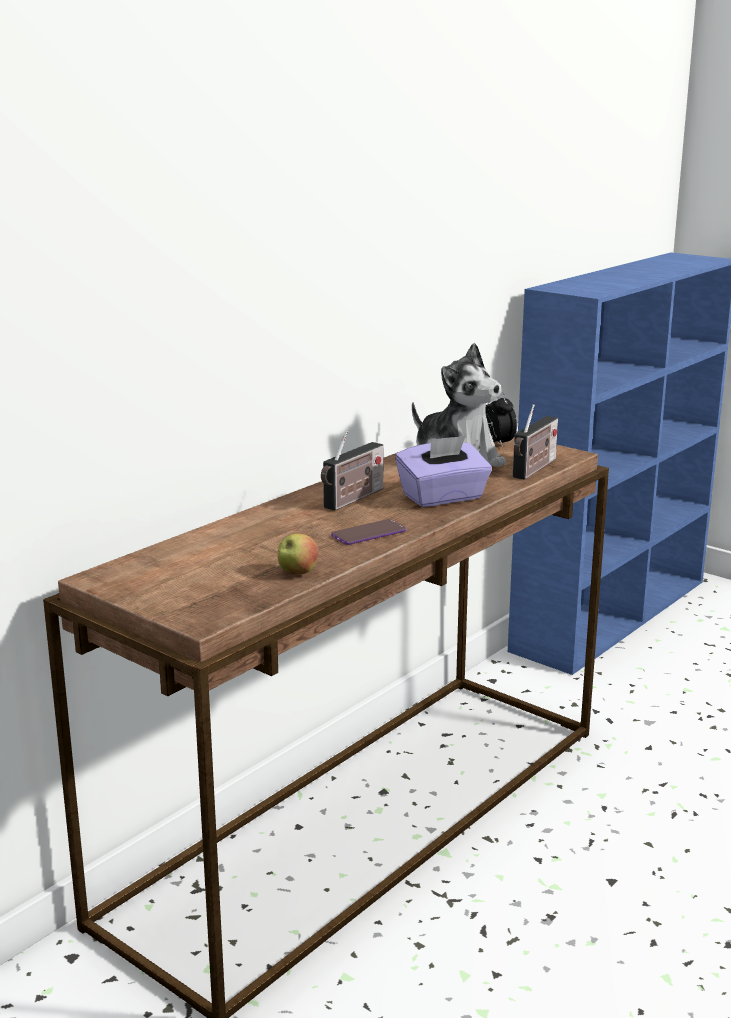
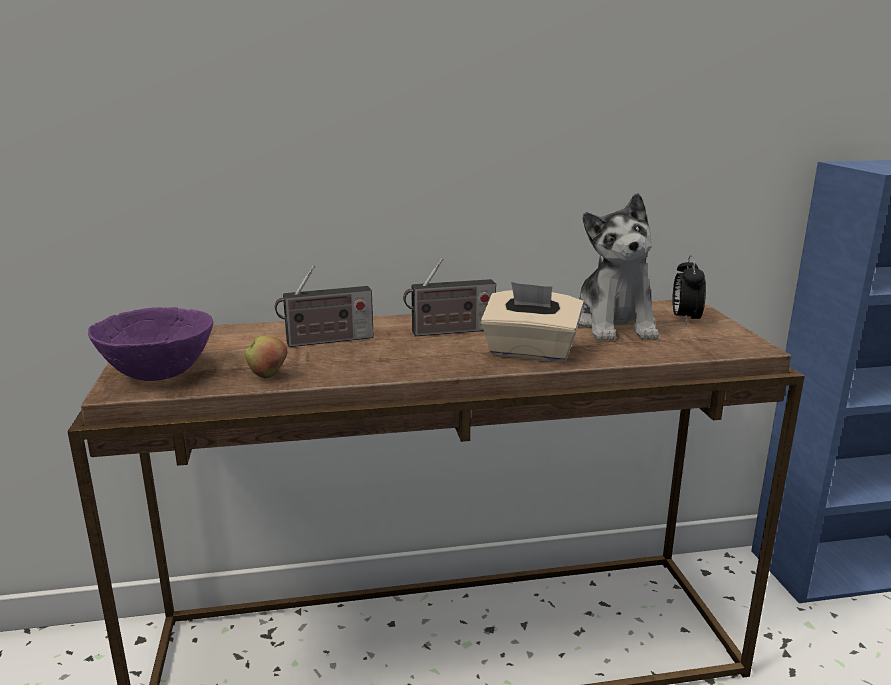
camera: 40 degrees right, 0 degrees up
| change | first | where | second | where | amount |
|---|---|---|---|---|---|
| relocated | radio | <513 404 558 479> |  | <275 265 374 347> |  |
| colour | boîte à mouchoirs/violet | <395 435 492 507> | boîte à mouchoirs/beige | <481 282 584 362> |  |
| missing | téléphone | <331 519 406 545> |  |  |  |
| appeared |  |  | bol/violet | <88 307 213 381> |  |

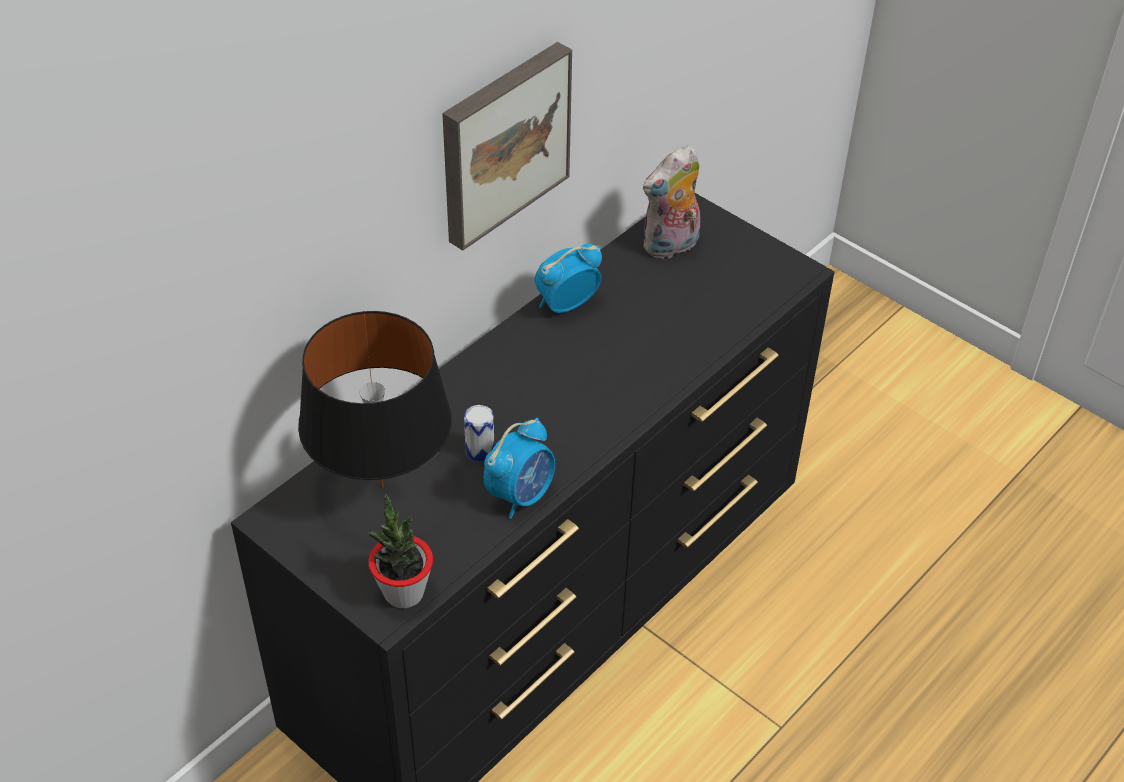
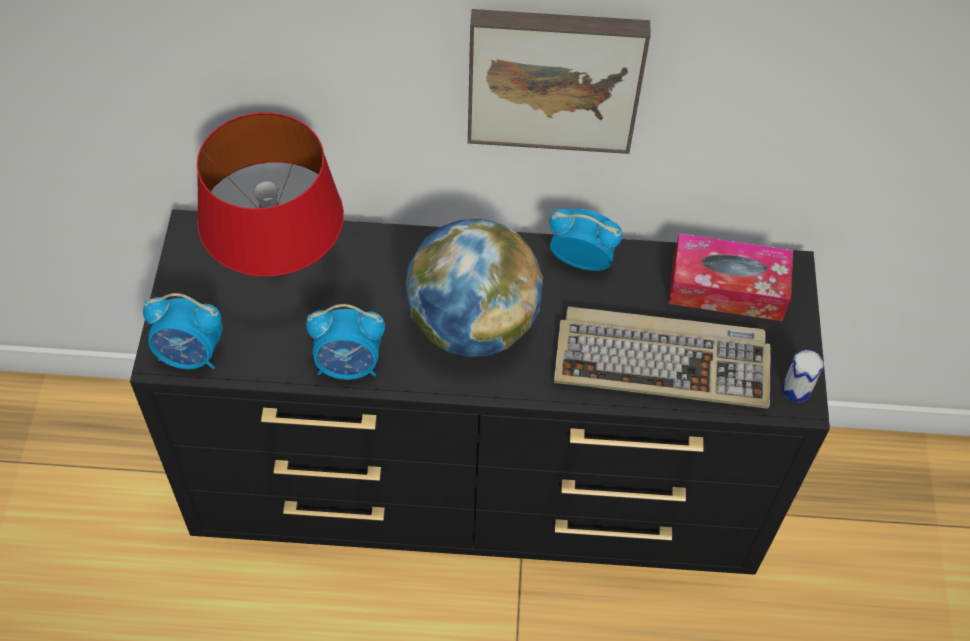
camera: 50 degrees right, 10 degrees up
| change | first | where | second | where | amount |
|---|---|---|---|---|---|
| exchanged | peluche | <643 145 700 258> | boîte à mouchoirs | <668 233 793 321> |  |
| colour | lampe de table/noir | <298 311 452 487> | lampe de table/rouge | <197 112 344 277> |  |
| relocated | boîte métallique | <464 405 494 462> |  | <782 350 824 402> |  |
| exchanged | plante en pot | <368 494 433 608> | réveil | <143 293 223 369> |  |
| appeared |  |  | globe | <405 219 543 357> |  |
| appeared |  |  | clavier | <554 307 771 409> |  |

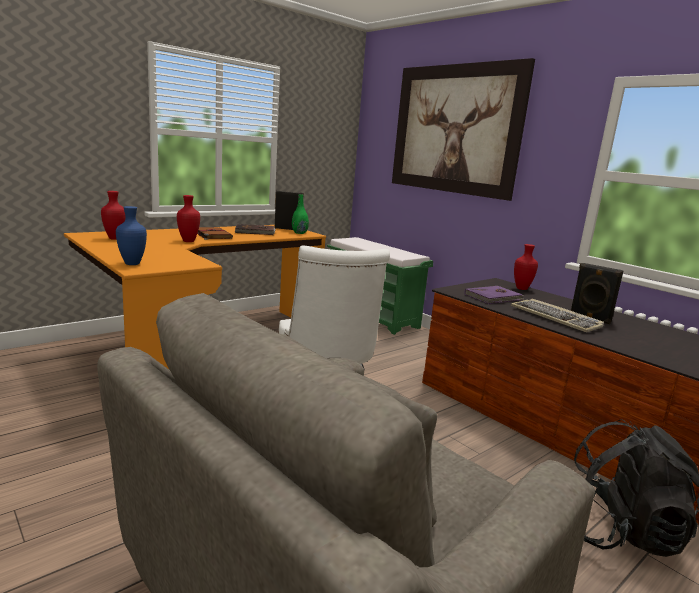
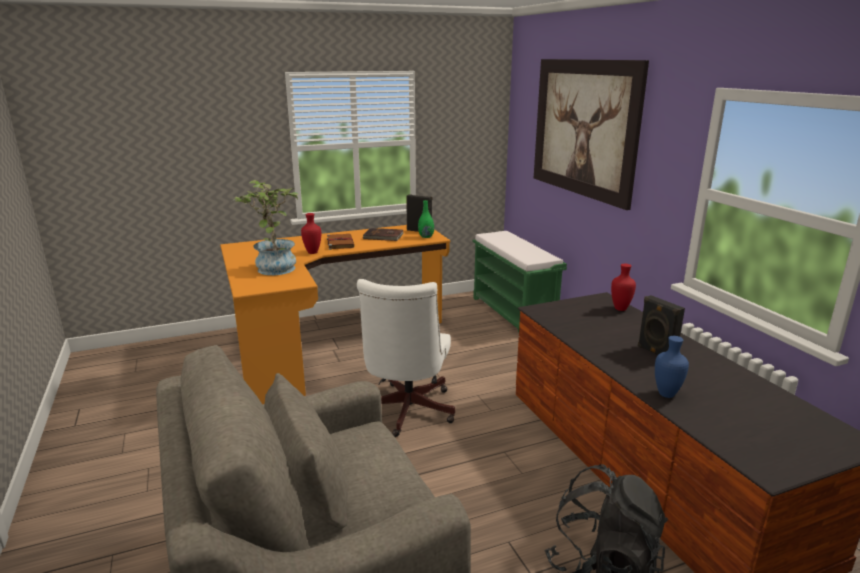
camera: 20 degrees right, 5 degrees up
| change | first | where | second | where | amount |
|---|---|---|---|---|---|
| missing | vase/rouge | <101 191 126 240> |  |  |  |
| relocated | vase/bleu | <116 206 147 265> |  | <655 336 689 398> |  |
| missing | livre/violet | <464 286 524 304> |  |  |  |
| missing | clavier | <511 299 604 332> |  |  |  |
| appeared |  |  | plante en pot | <234 180 298 275> |  |

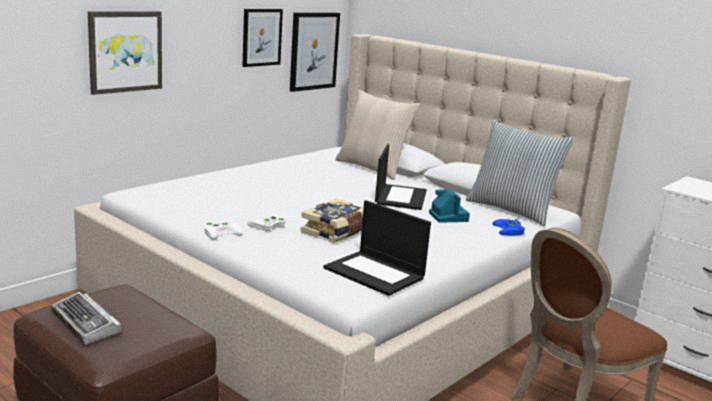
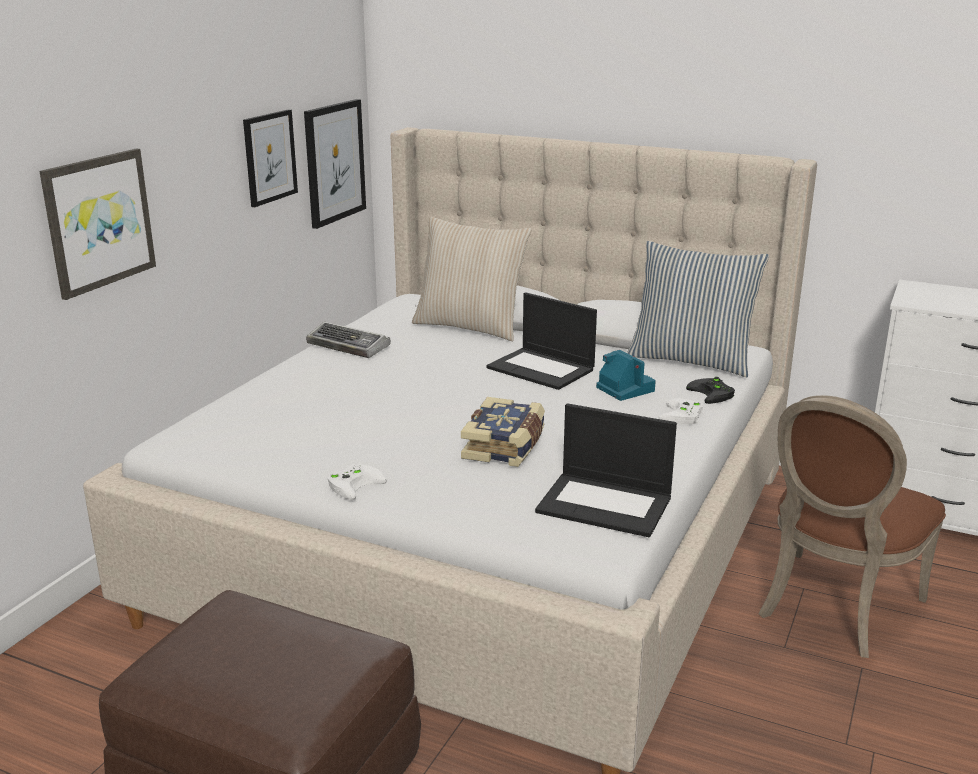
camera: 15 degrees left, 5 degrees up
| change | first | where | second | where | amount |
|---|---|---|---|---|---|
| spun | ordinateur portable | <375 144 427 210> |  | <486 292 597 390> | 135 degrees clockwise |
| relocated | manette/blanc | <247 214 286 232> |  | <658 398 703 424> |  |
| colour | manette/bleu | <492 219 525 236> | manette/noir | <686 377 735 404> |  |
| relocated | clavier | <51 292 123 345> |  | <306 321 391 358> |  |

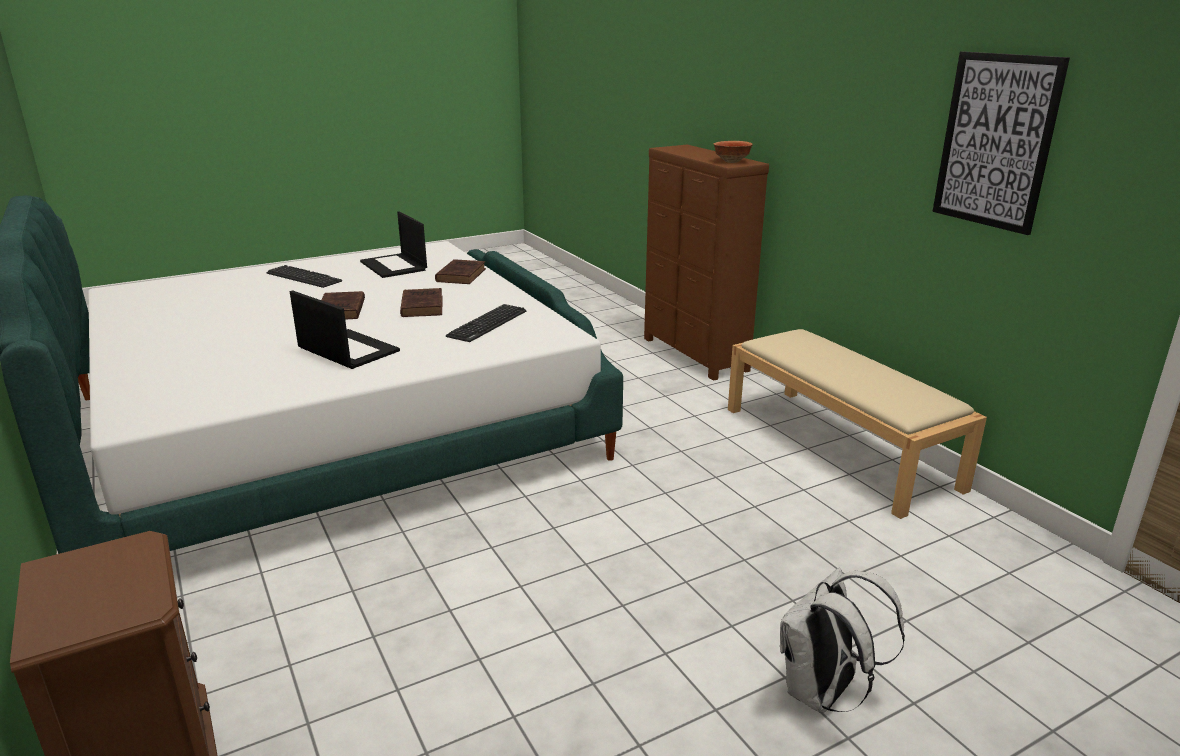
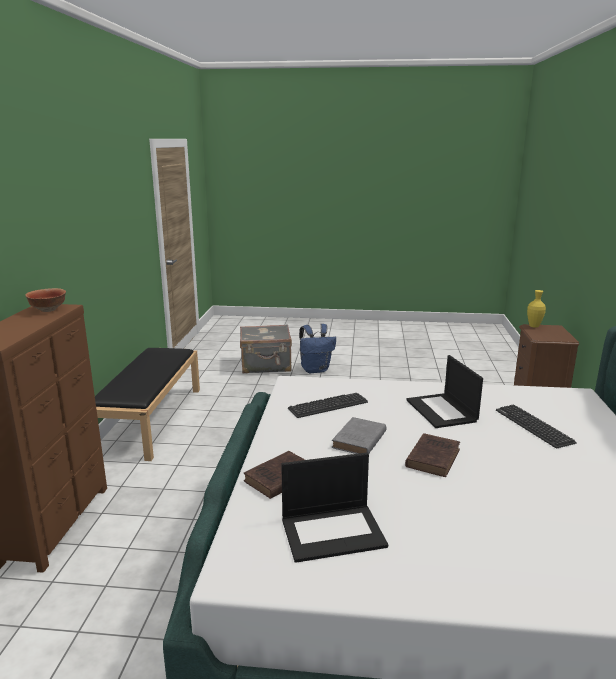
camera: 145 degrees left, 5 degrees down
| change | first | where | second | where | amount |
|---|---|---|---|---|---|
| missing | tableau | <932 51 1070 235> |  |  |  |
| spun | ordinateur portable | <360 211 427 278> |  | <281 453 388 563> | 75 degrees clockwise |
| relocated | clavier | <267 265 342 288> |  | <496 404 576 448> |  |
| colour | livre/marron | <400 288 442 317> | livre/gris | <332 417 386 454> |  |
| colour | banc/beige | <728 329 987 519> | banc/noir | <95 348 200 461> |  |
| colour | sac à dos/blanc | <780 568 905 713> | sac à dos/bleu | <299 324 336 373> |  |
| appeared |  |  | vase/jaune | <527 290 546 328> |  |
| appeared |  |  | valise/gris | <240 324 292 374> |  |

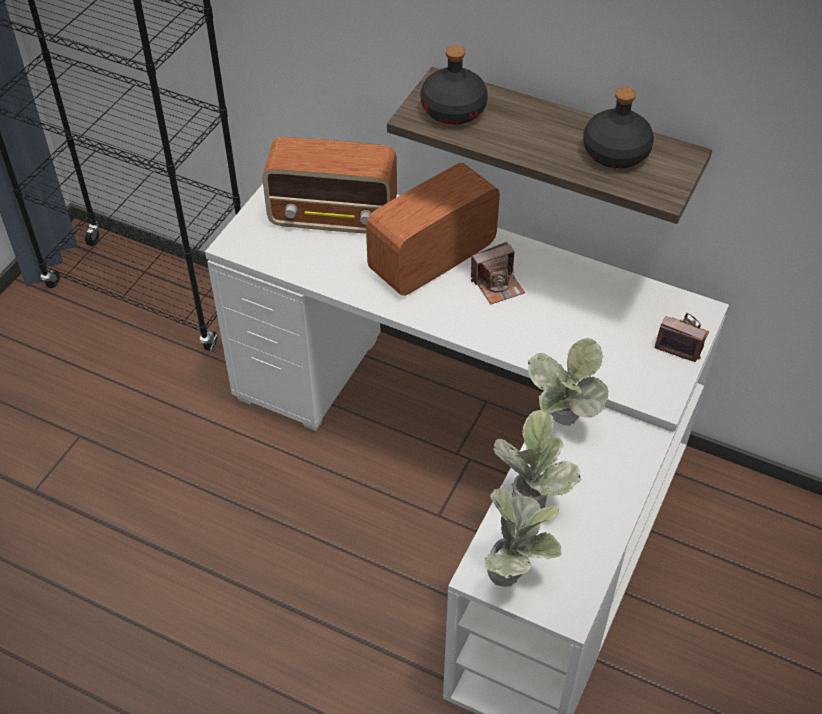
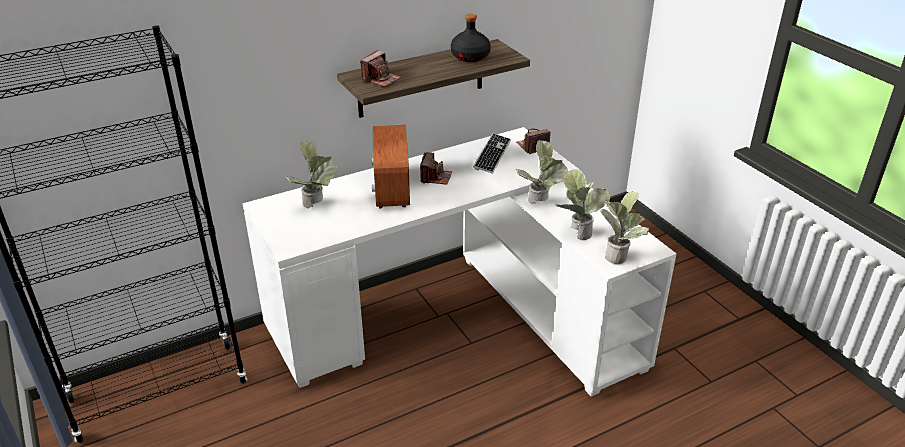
camera: 55 degrees left, 15 degrees down
| change | first | where | second | where | amount |
|---|---|---|---|---|---|
| exchanged | bouteille/noir | <421 45 488 124> | appareil photo | <360 50 401 87> |  |
| exchanged | radio | <262 137 397 234> | plante en pot | <285 141 337 209> |  |
| appeared |  |  | clavier | <473 133 511 174> |  |

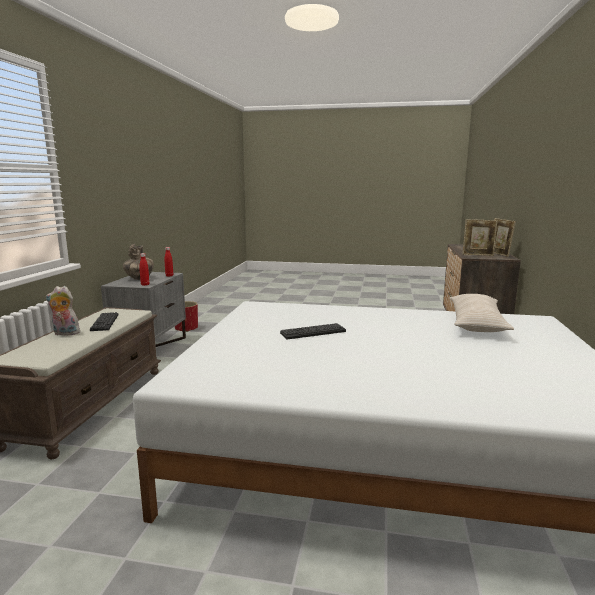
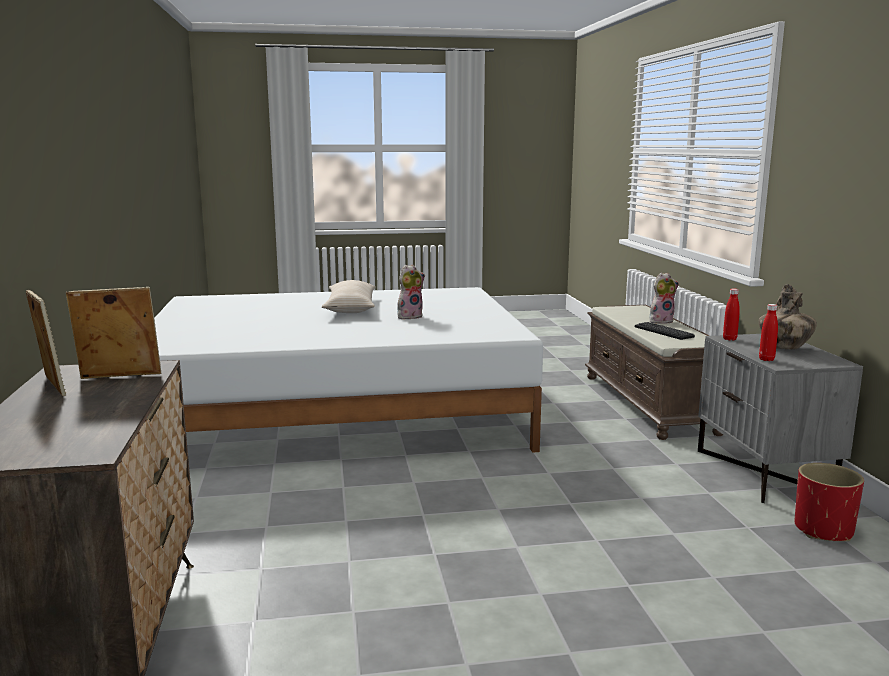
camera: 160 degrees right, 0 degrees up
| change | first | where | second | where | amount |
|---|---|---|---|---|---|
| relocated | coussin/beige | <450 294 514 332> |  | <322 280 376 313> |  |
| exchanged | clavier | <280 323 346 339> | peluche | <397 264 425 319> |  |

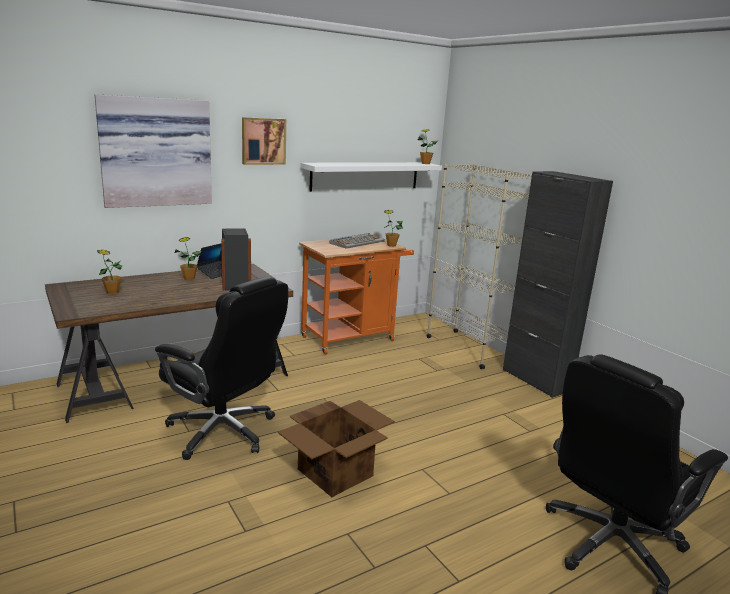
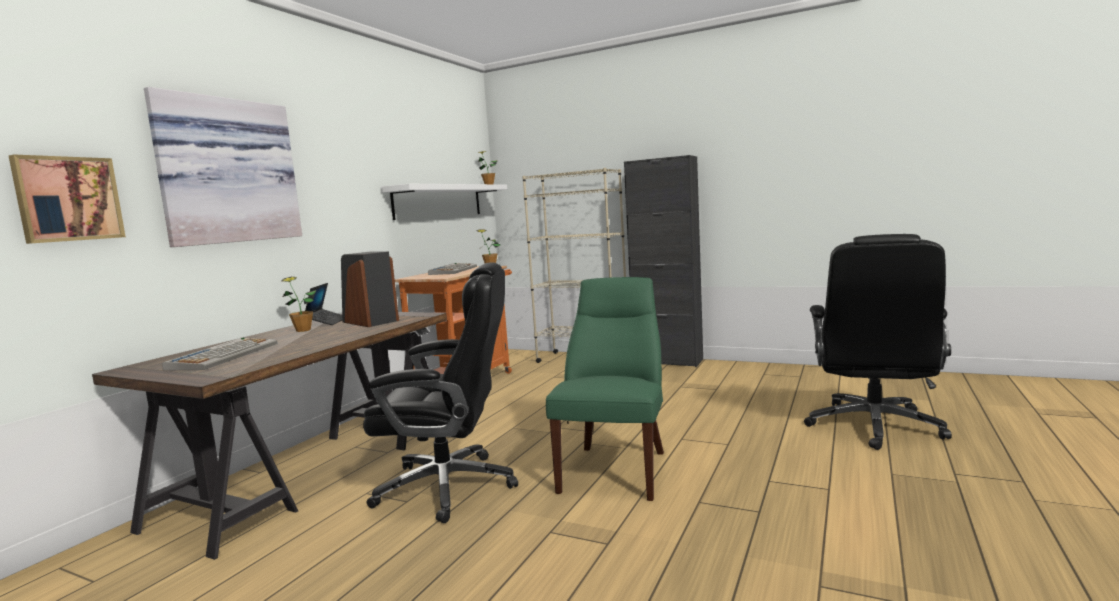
camera: 30 degrees left, 10 degrees down
| change | first | where | second | where | amount |
|---|---|---|---|---|---|
| relocated | tableau | <242 117 286 165> |  | <9 155 126 244> |  |
| exchanged | plante en pot | <97 250 122 294> | clavier | <162 338 277 371> |  |
| exchanged | carton | <278 400 395 497> | chaise/vert | <546 277 664 501> |  |

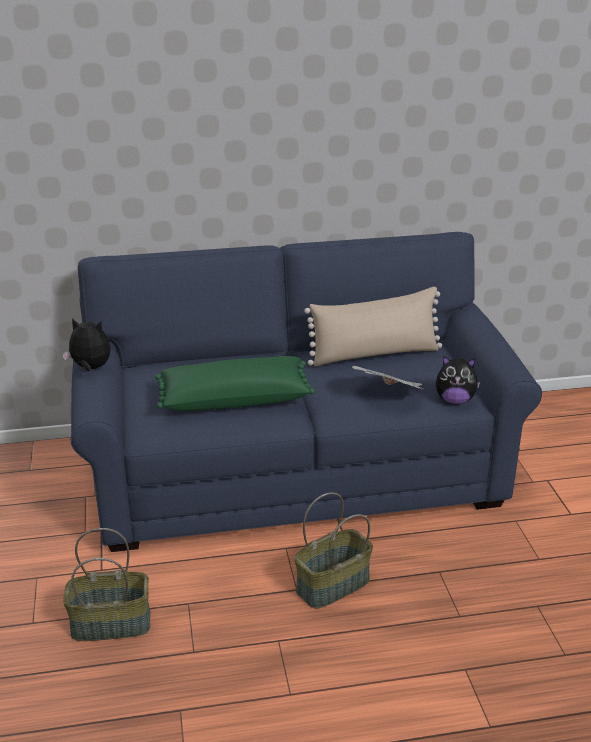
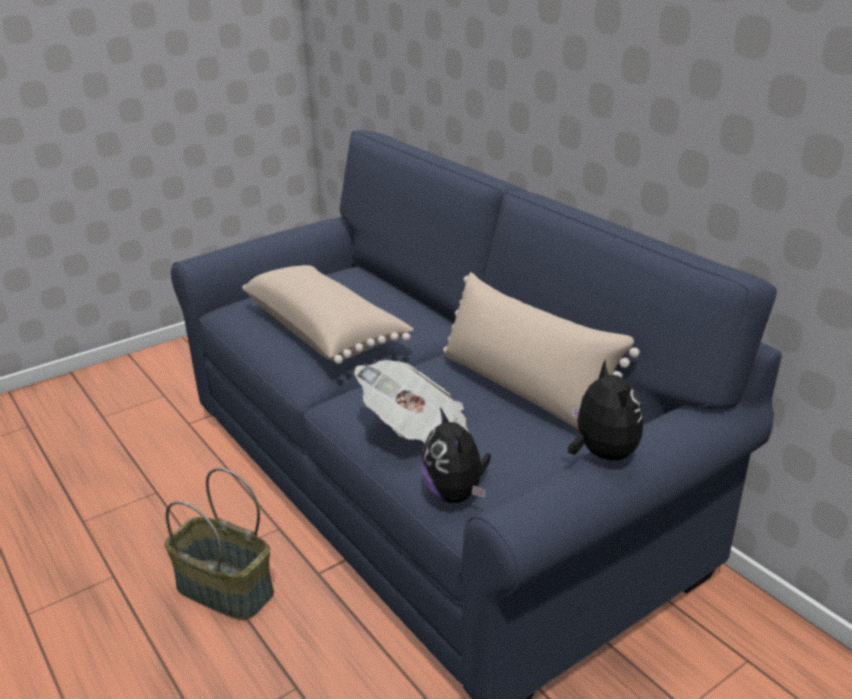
camera: 65 degrees right, 0 degrees up
| change | first | where | second | where | amount |
|---|---|---|---|---|---|
| relocated | peluche | <62 318 111 371> |  | <568 360 643 460> |  |
| colour | coussin/vert | <155 356 315 411> | coussin/beige | <242 265 413 364> |  |
| missing | panier | <63 528 151 641> |  |  |  |

